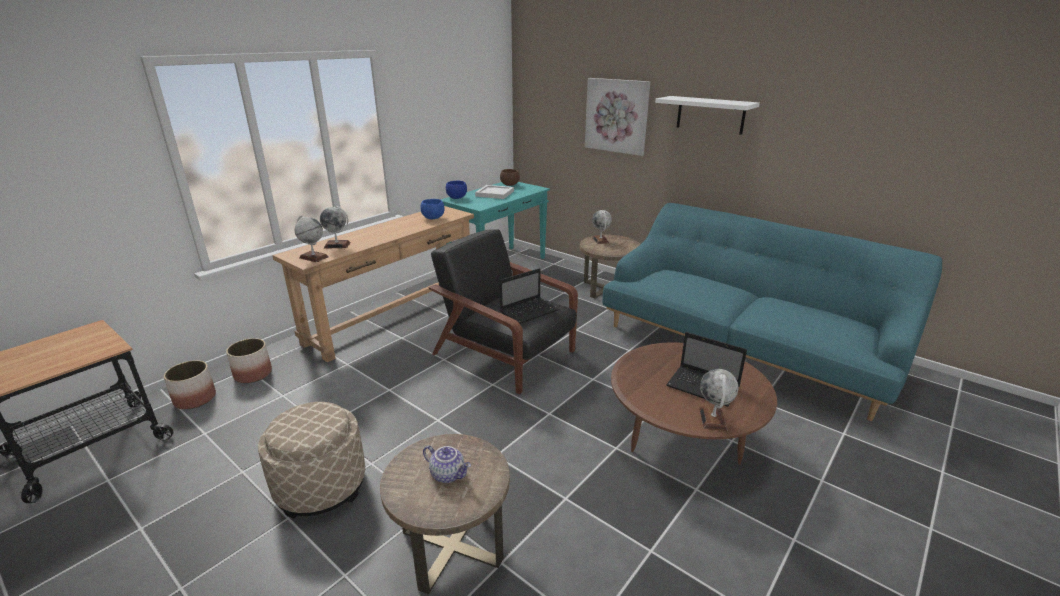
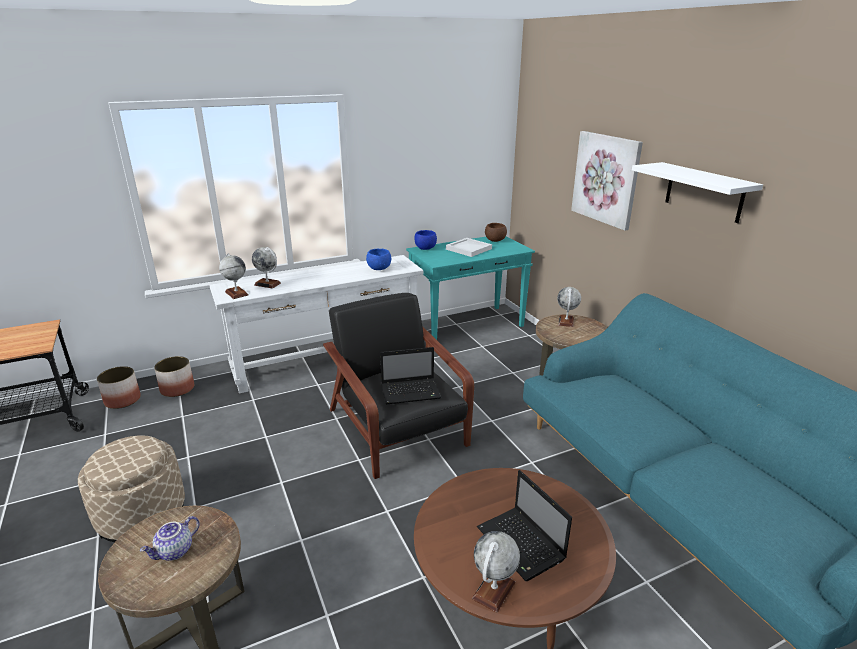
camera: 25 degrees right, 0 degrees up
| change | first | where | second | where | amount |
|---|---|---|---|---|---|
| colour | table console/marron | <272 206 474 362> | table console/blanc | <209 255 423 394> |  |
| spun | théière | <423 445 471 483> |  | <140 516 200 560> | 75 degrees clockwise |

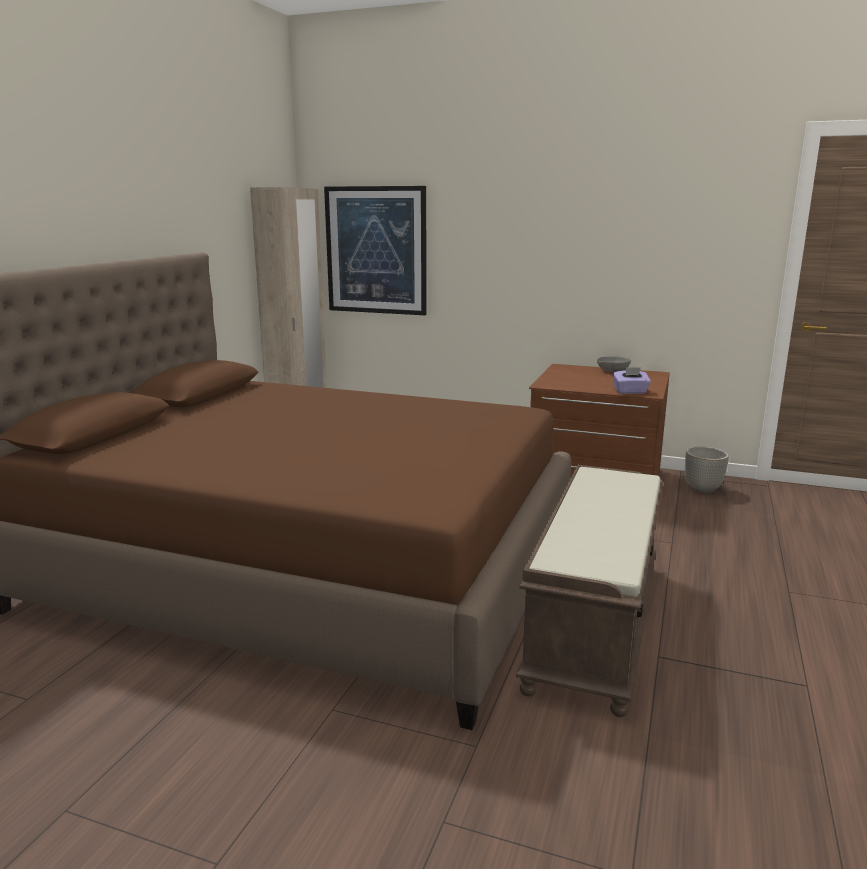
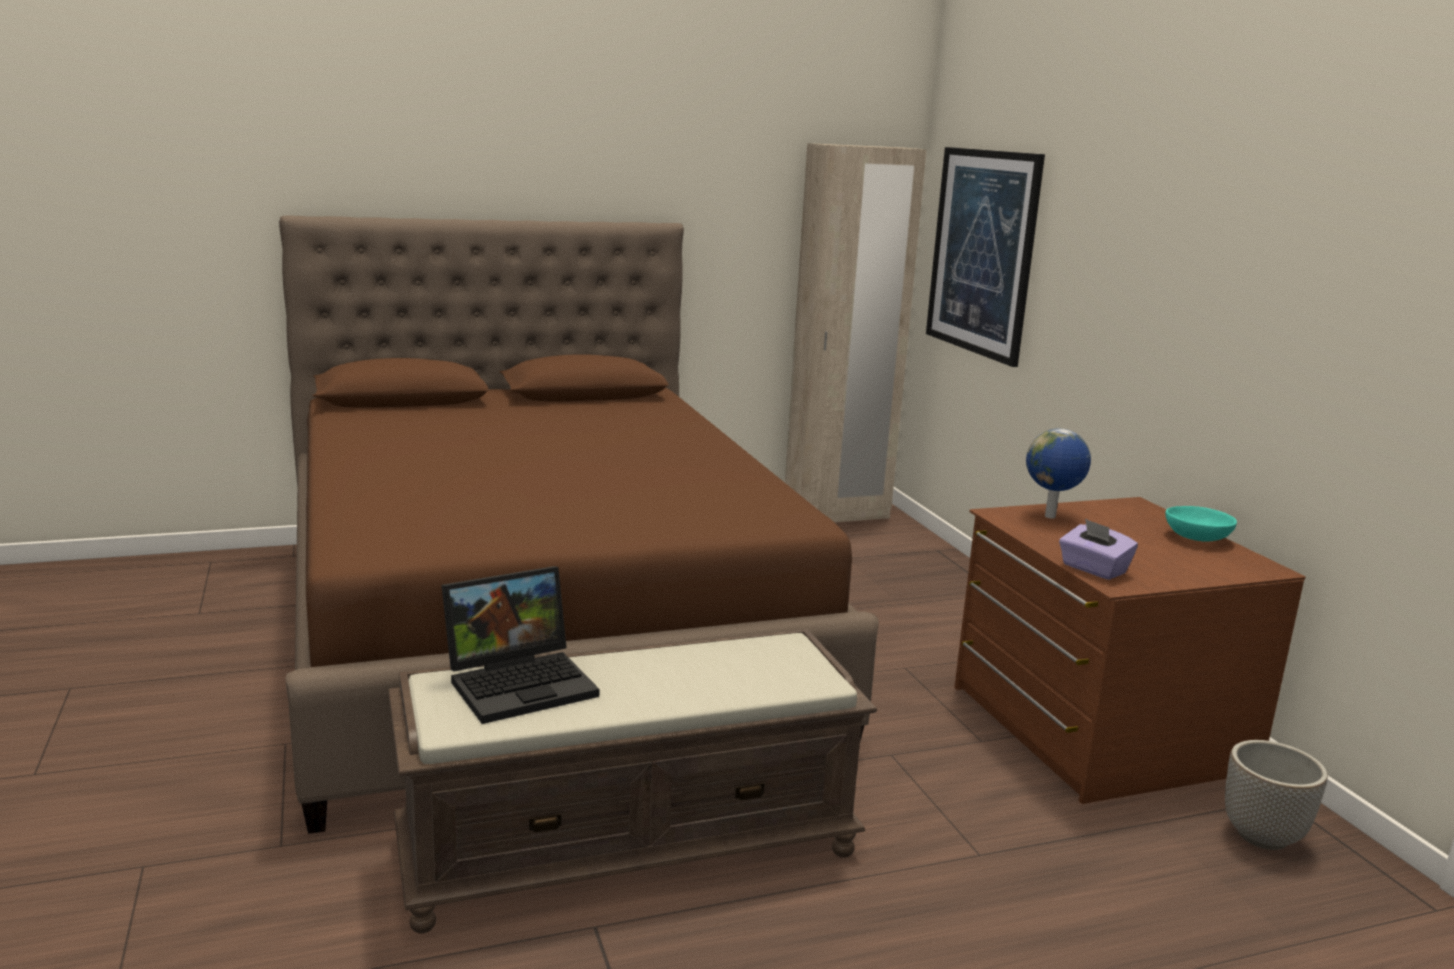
camera: 50 degrees right, 0 degrees up
| change | first | where | second | where | amount |
|---|---|---|---|---|---|
| colour | bol/gris | <597 356 631 372> | bol/turquoise | <1165 506 1237 542> |  |
| appeared |  |  | globe | <1026 429 1091 518> |  |
| appeared |  |  | ordinateur portable | <441 566 599 724> |  |

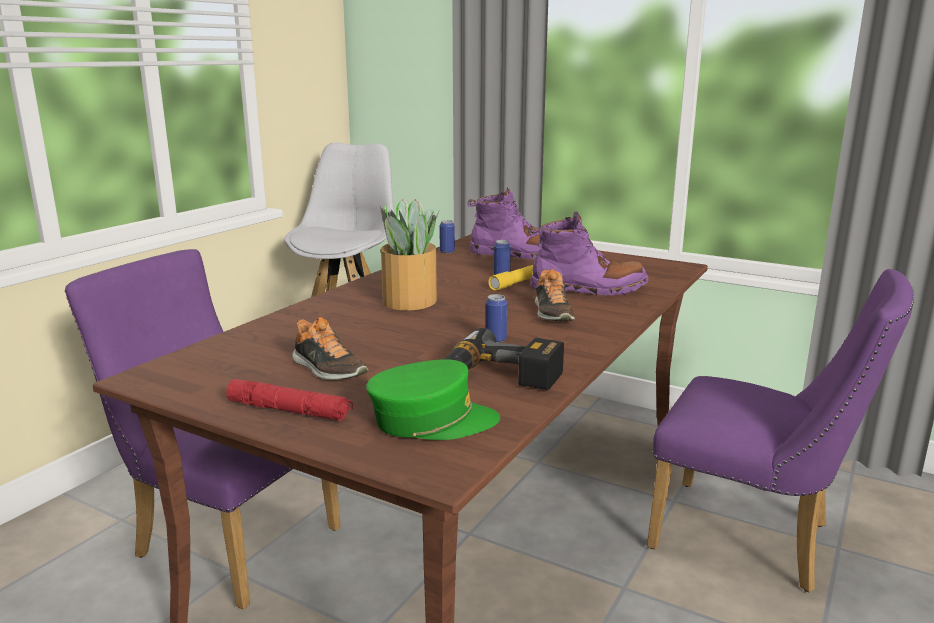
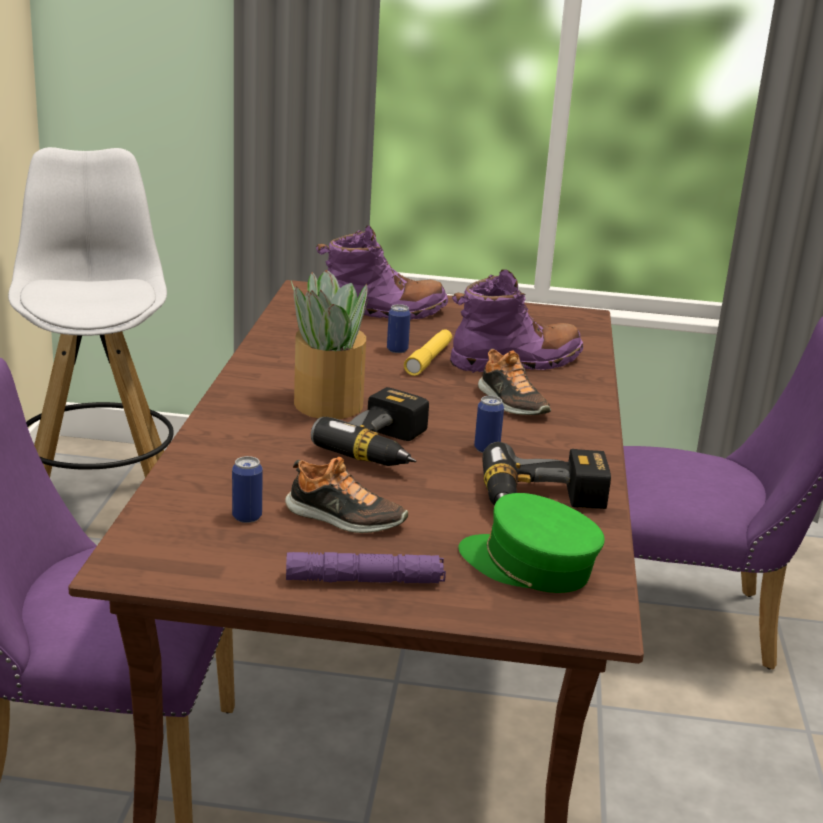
camera: 25 degrees left, 5 degrees up
| change | first | where | second | where | amount |
|---|---|---|---|---|---|
| relocated | boîte métallique | <439 220 455 253> |  | <232 456 263 523> |  |
| spun | casquette/vert | <366 359 500 440> |  | <458 493 605 593> | 120 degrees counterclockwise |
| colour | lampe de poche/rouge | <226 379 353 421> | lampe de poche/violet | <286 552 446 583> |  |
| appeared |  |  | perceuse | <311 387 429 466> |  |

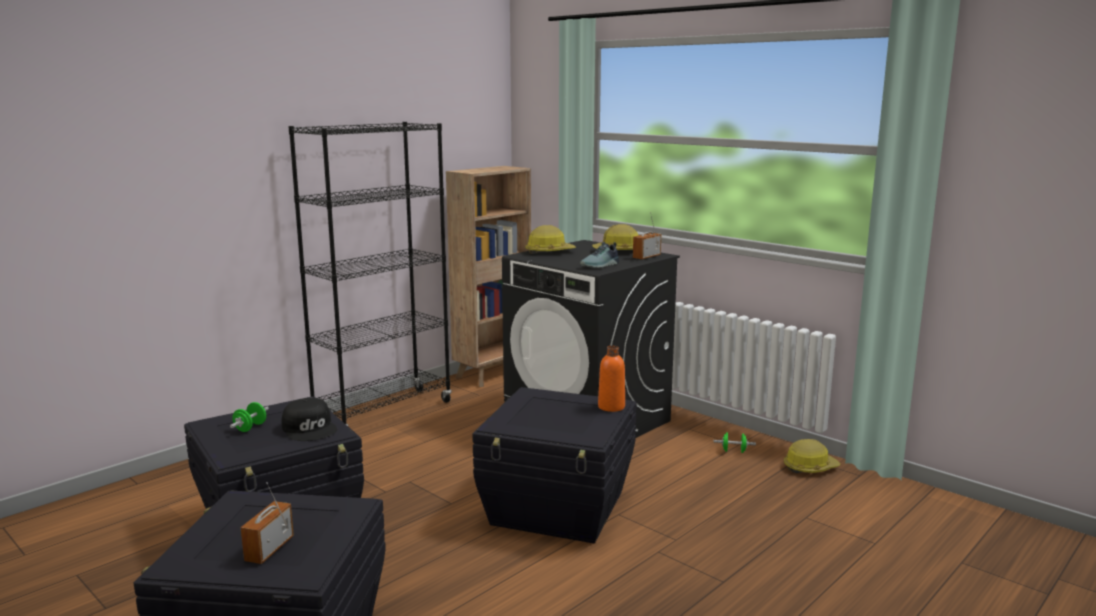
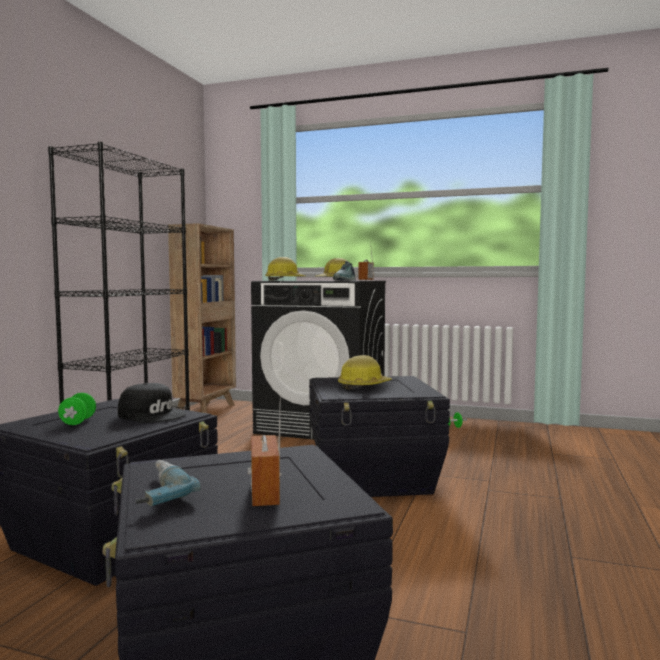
camera: 25 degrees left, 10 degrees down
| change | first | where | second | where | amount |
|---|---|---|---|---|---|
| missing | bouteille/orange | <598 345 625 412> |  |  |  |
| relocated | casque de chantier | <784 439 840 473> |  | <338 355 392 390> |  |
| appeared |  |  | perceuse | <136 460 200 506> |  |

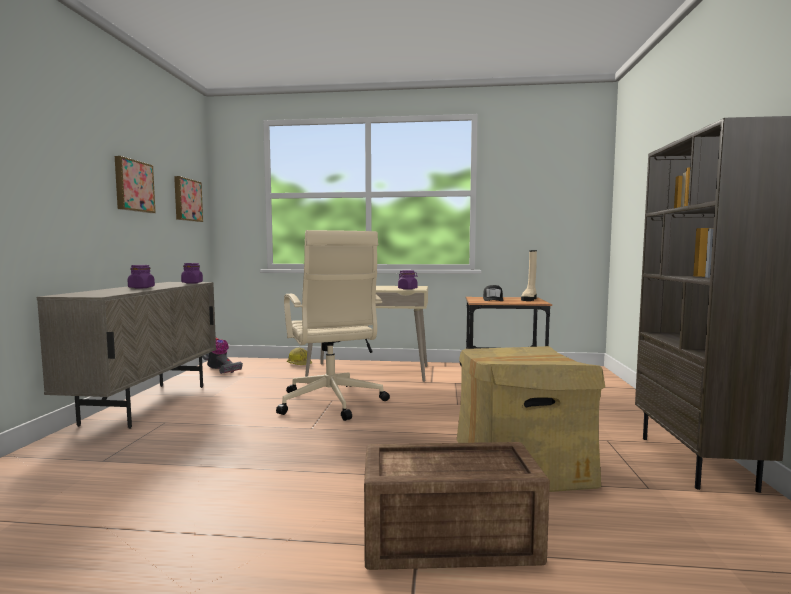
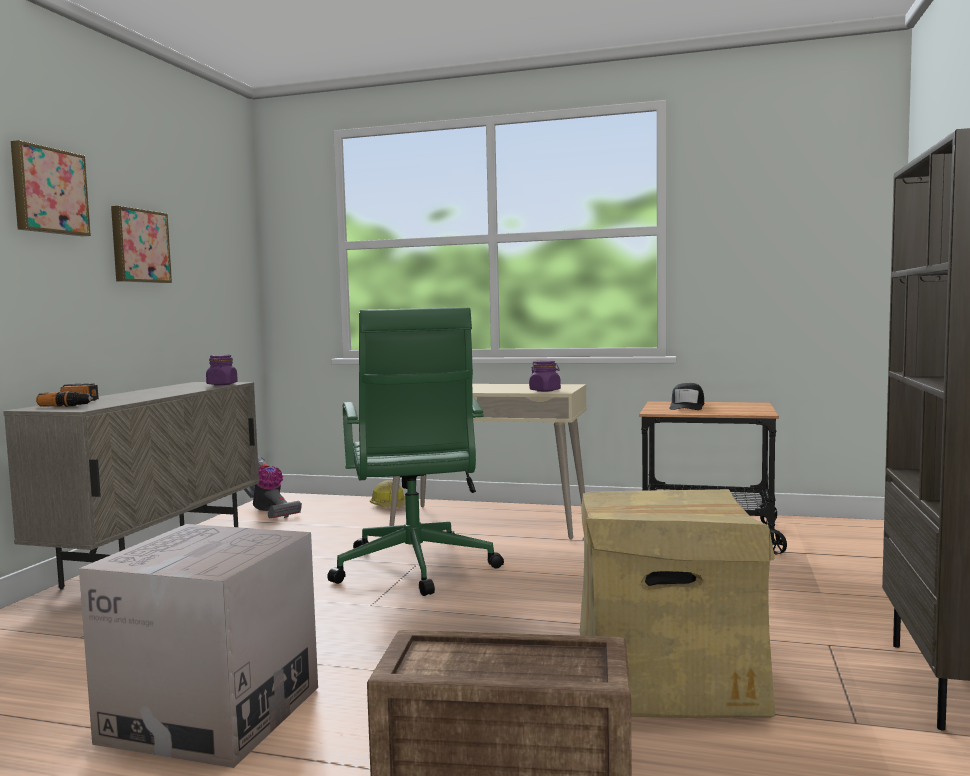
camera: 10 degrees right, 0 degrees up
| change | first | where | second | where | amount |
|---|---|---|---|---|---|
| relocated | tableau | <174 176 203 222> |  | <11 140 91 236> |  |
| colour | chaise de bureau/beige | <276 230 390 421> | chaise de bureau/vert | <327 307 504 596> |  |
| missing | botte/beige | <521 250 537 301> |  |  |  |
| missing | bocal/violet | <128 265 155 289> |  |  |  |
| appeared |  |  | perceuse | <36 383 99 407> |  |
| appeared |  |  | carton | <79 524 318 768> |  |

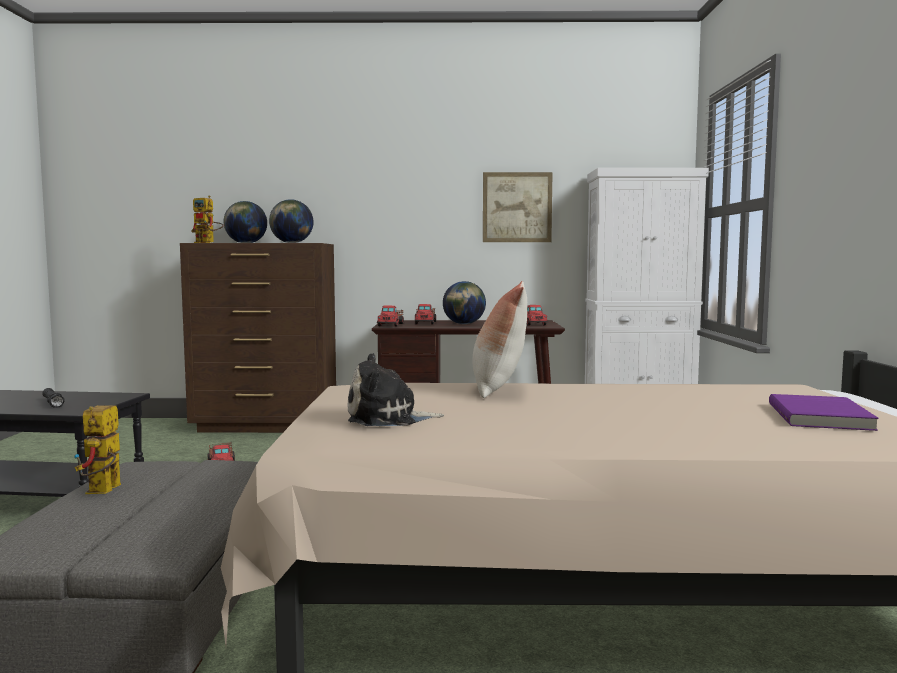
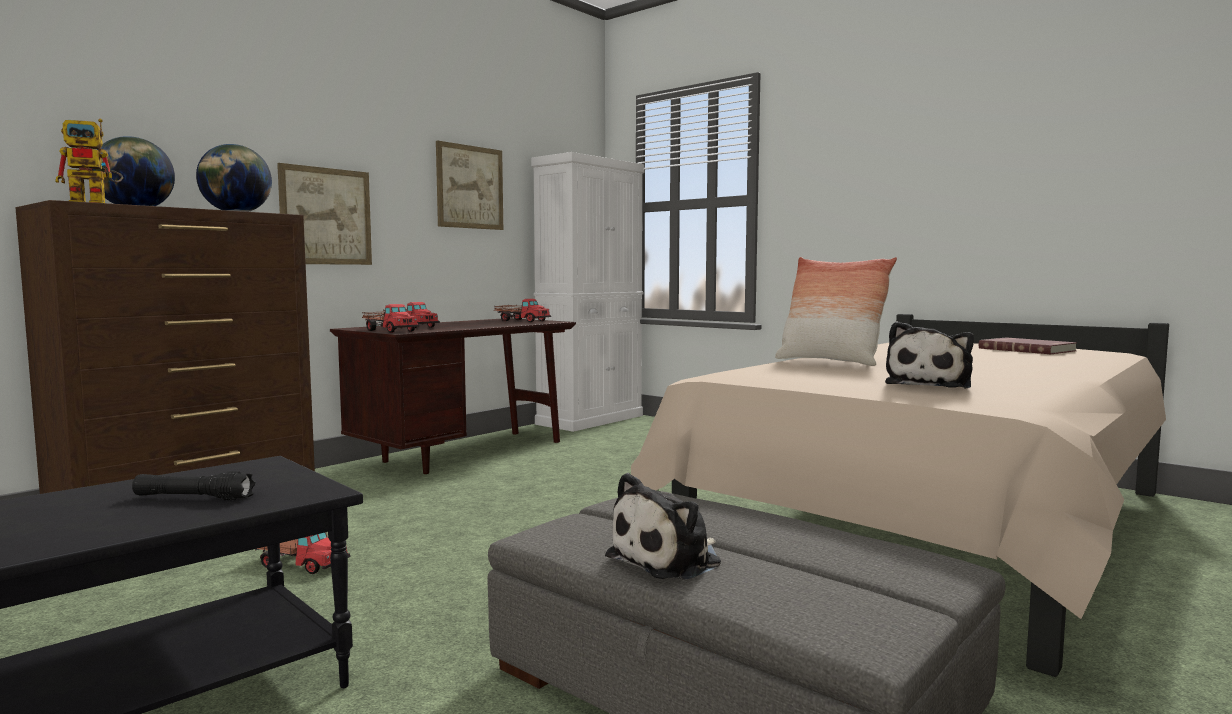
camera: 50 degrees left, 0 degrees up
| change | first | where | second | where | amount |
|---|---|---|---|---|---|
| missing | globe | <443 281 486 324> |  |  |  |
| colour | livre/violet | <769 394 879 431> | livre/rouge | <979 338 1077 354> |  |
| exchanged | robot jouet | <74 405 121 494> | peluche | <605 473 721 580> |  |
| appeared |  |  | tableau | <277 163 372 265> |  |

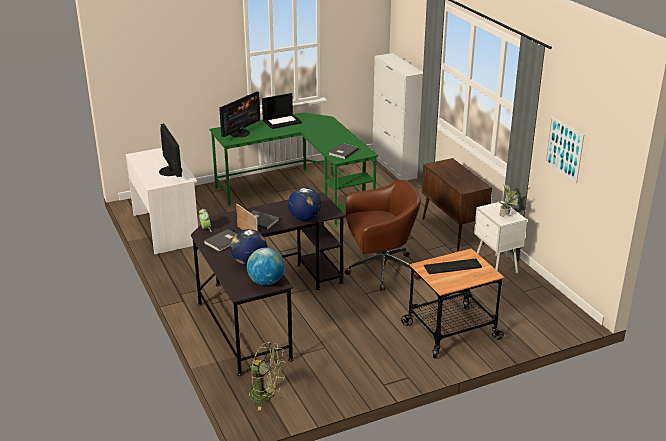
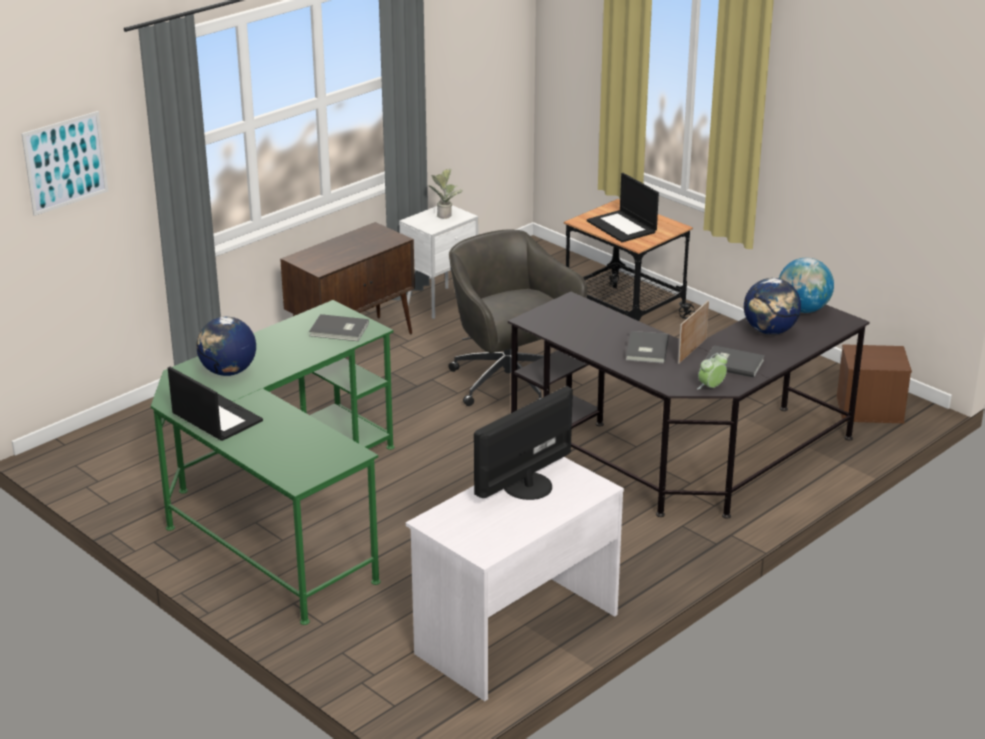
camera: 110 degrees left, 0 degrees up
| change | first | where | second | where | amount |
|---|---|---|---|---|---|
| missing | meuble de rangement/blanc | <372 53 423 181> |  |  |  |
| missing | écran d'ordinateur | <219 92 260 137> |  |  |  |
| relocated | tableau | <544 116 584 183> |  | <21 111 108 216> |  |
| colour | chaise de bureau/marron | <345 180 421 291> | chaise de bureau/gris | <448 230 587 406> |  |
| relocated | globe | <288 187 322 221> |  | <196 317 256 376> |  |
| exchanged | clavier | <424 258 482 274> | ordinateur portable | <587 173 659 242> |  |
| exchanged | ventilateur/vert | <246 342 287 410> | boîte de rangement/marron | <836 344 912 423> |  |

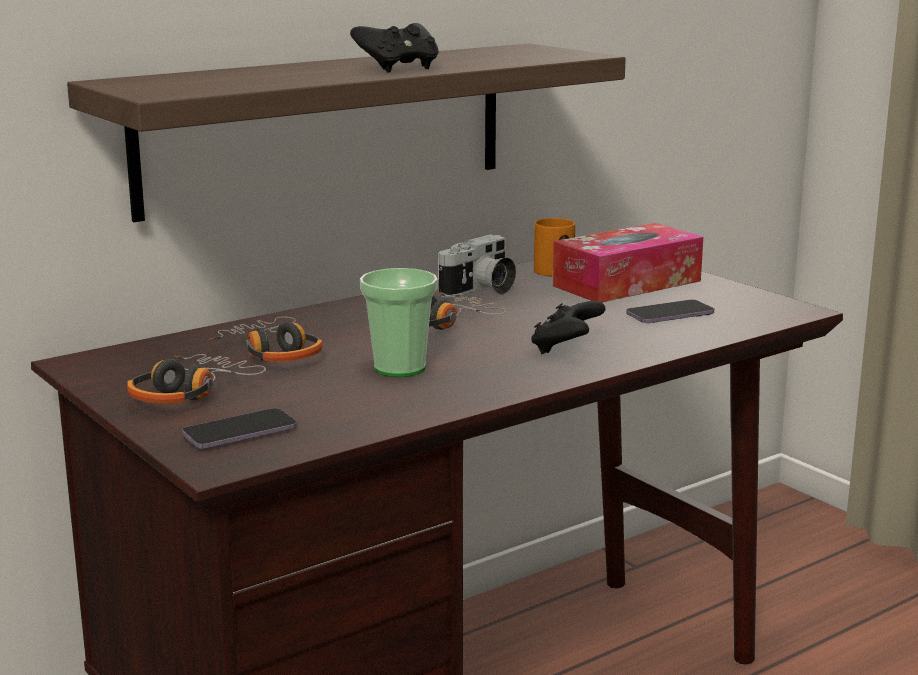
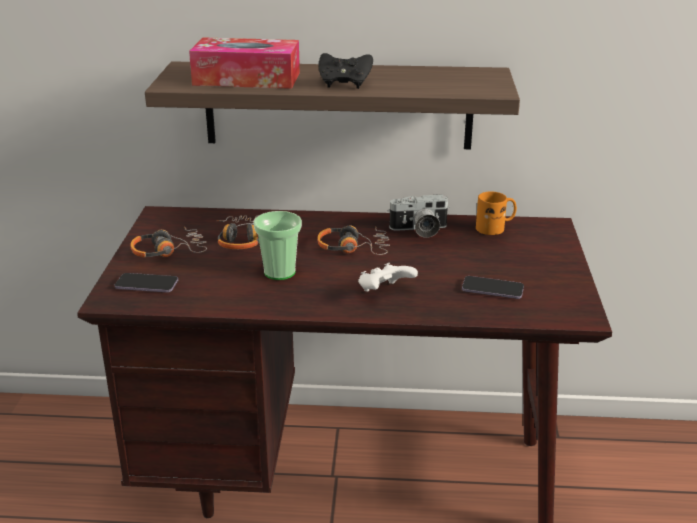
camera: 40 degrees right, 10 degrees up
| change | first | where | second | where | amount |
|---|---|---|---|---|---|
| relocated | boîte à mouchoirs | <553 223 703 302> |  | <189 37 300 89> |  |
| colour | manette/noir | <531 301 605 354> | manette/blanc | <358 263 418 292> |  |

